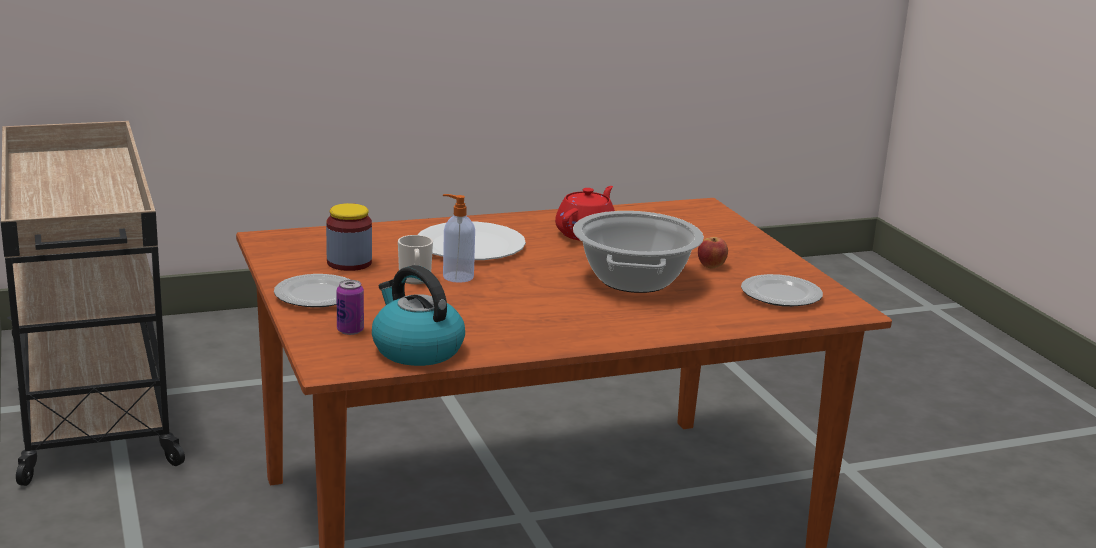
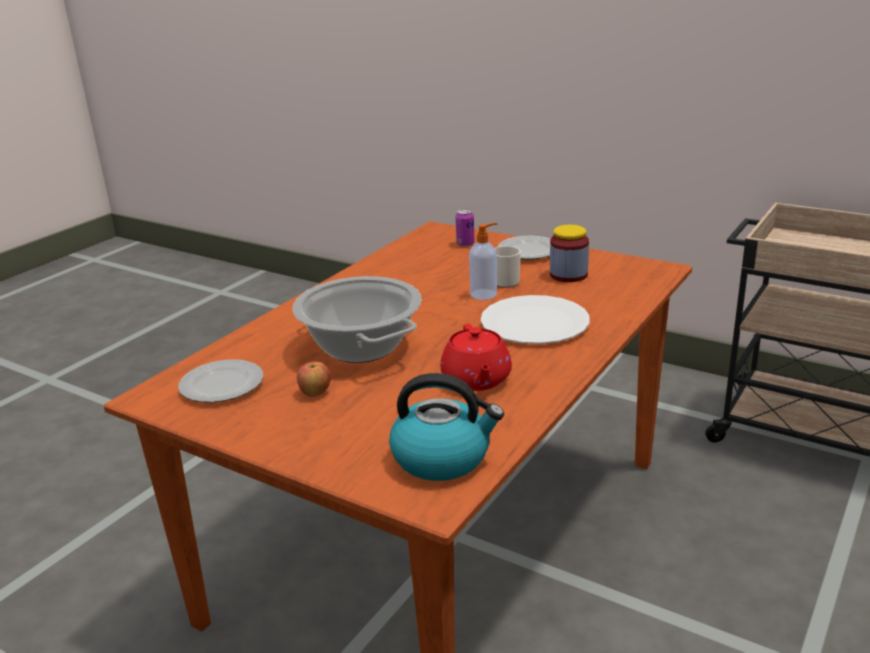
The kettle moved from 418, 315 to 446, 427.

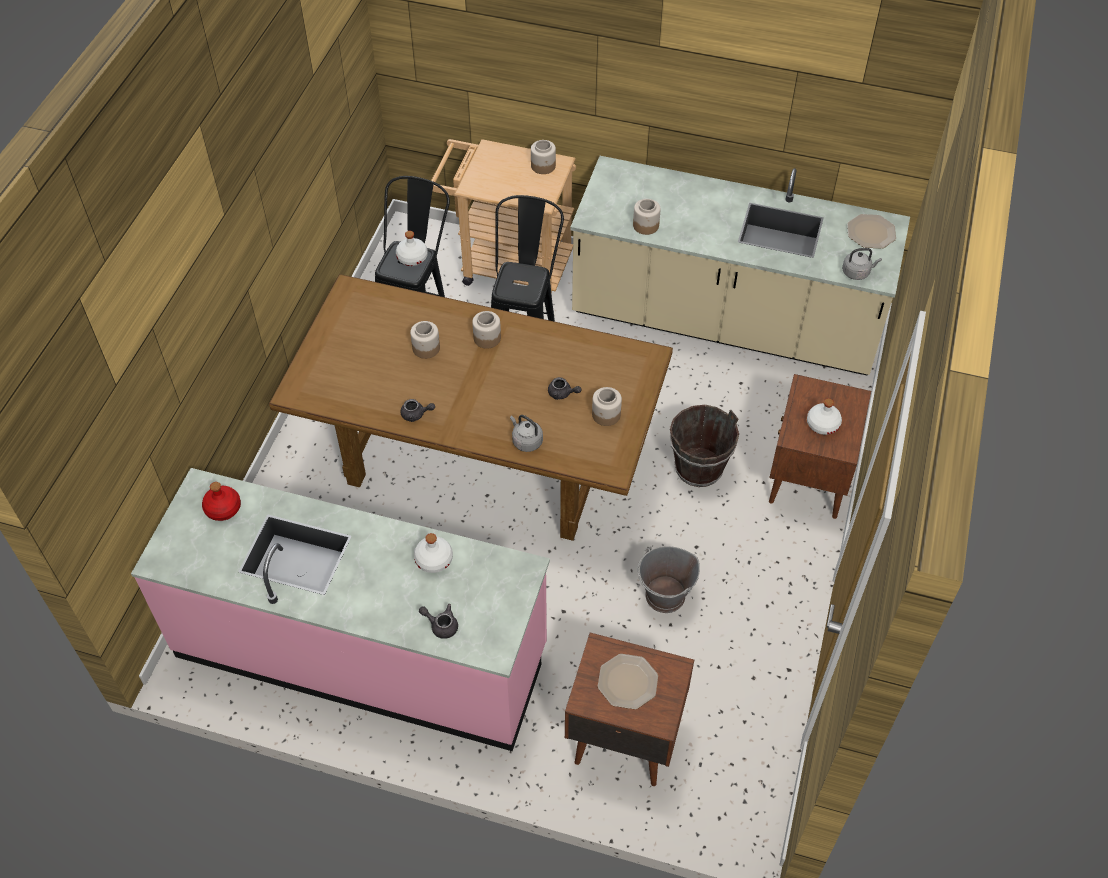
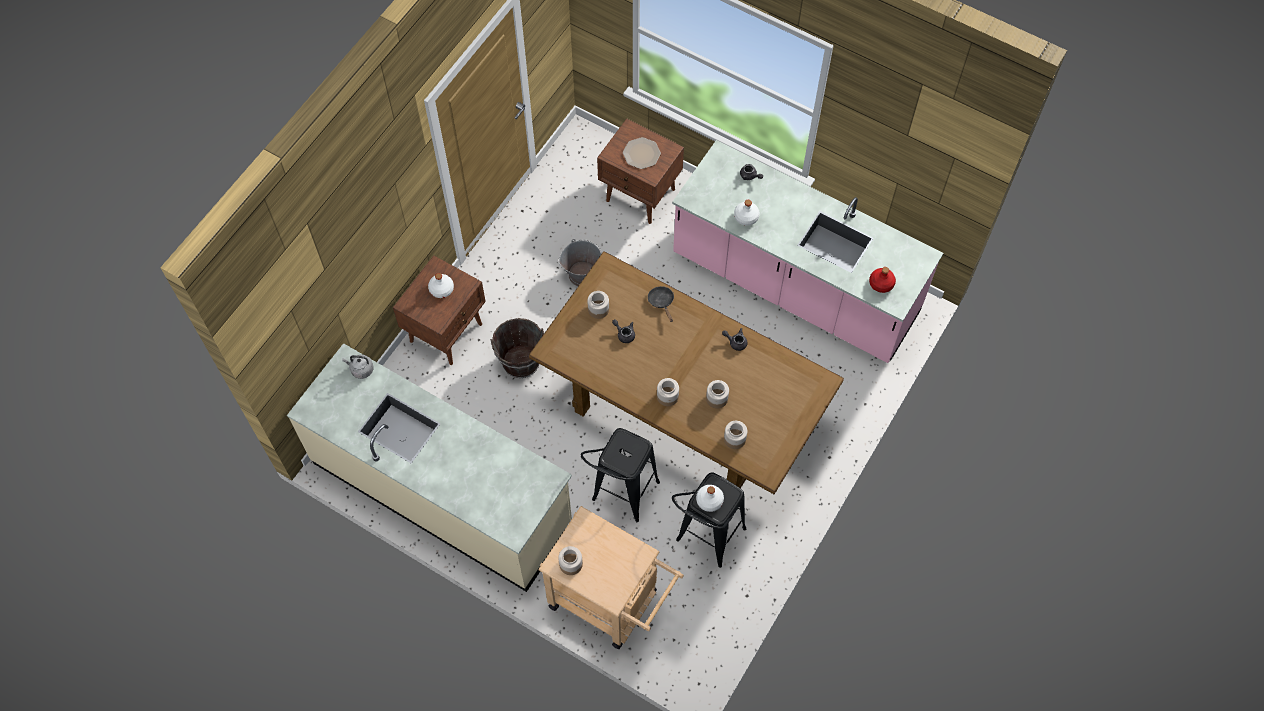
The grey_kettle at 526, 433 was replaced by the black_frying_pan at 661, 304. The jar moved from 647, 217 to 735, 435. The plate at 871, 231 disappeared.

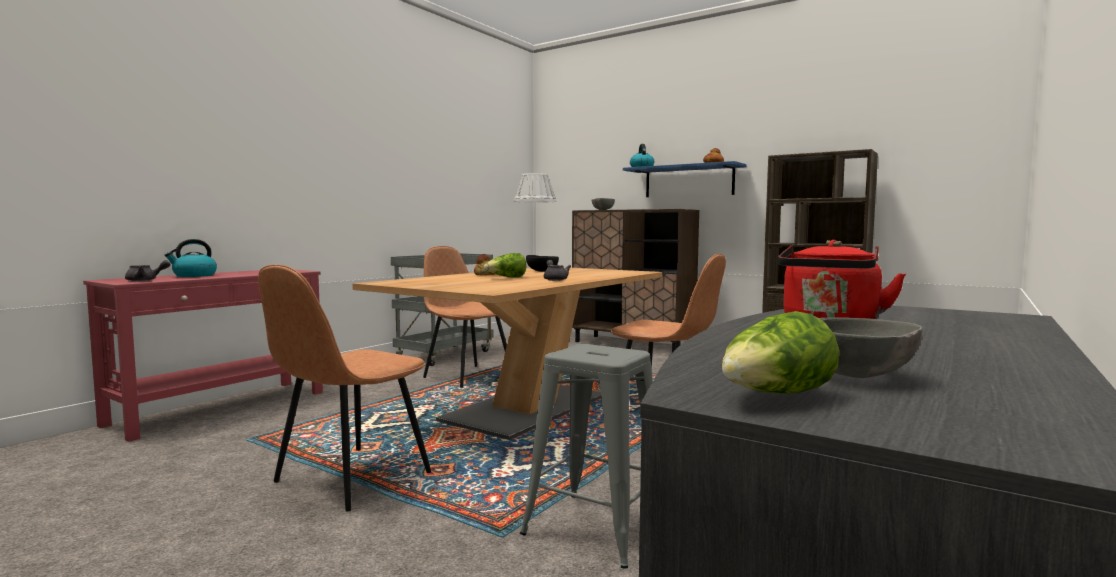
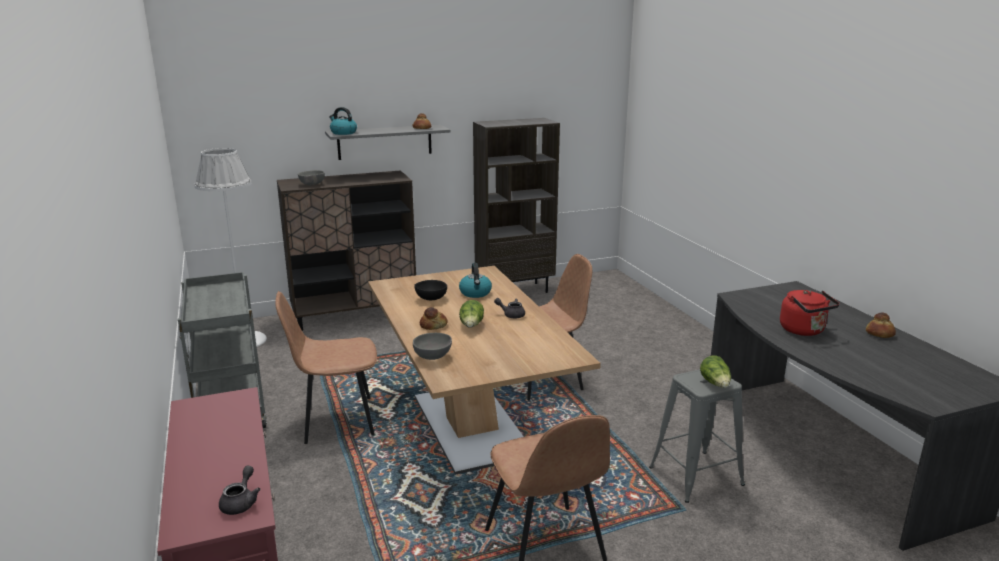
The kettle moved from 191, 258 to 475, 280. The blue_shelf at 684, 179 became the grey_shelf at 387, 142. The lettuce moved from 781, 352 to 715, 372. The grey_bowl moved from 870, 348 to 432, 346. The bread at 881, 325 appeared.

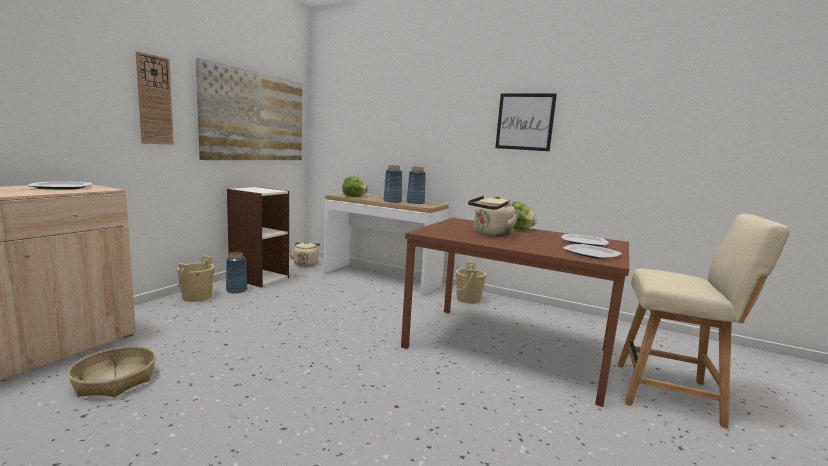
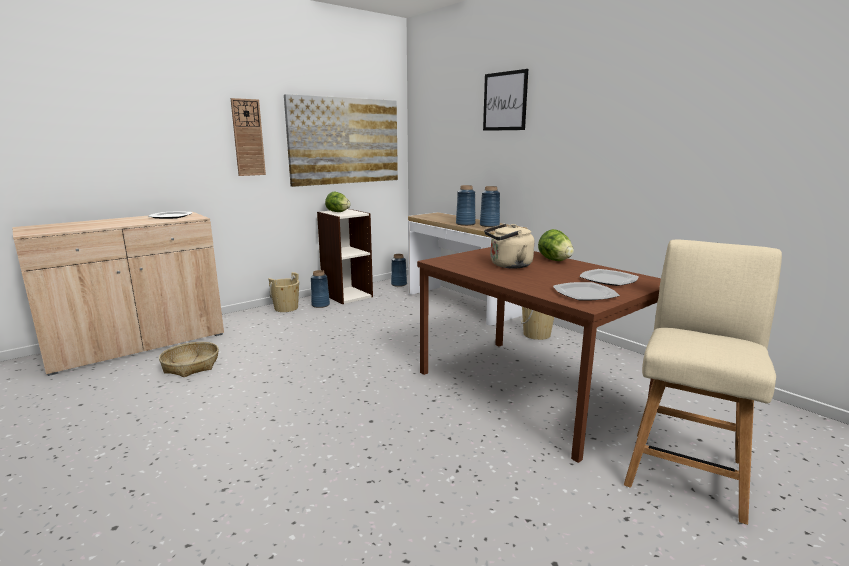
The beige_kettle at 304, 254 was replaced by the blue_vase at 399, 270. The lettuce moved from 355, 187 to 338, 202. The picture moved from 526, 122 to 505, 100. The beige_chair at 703, 321 turned 105 degrees counterclockwise.

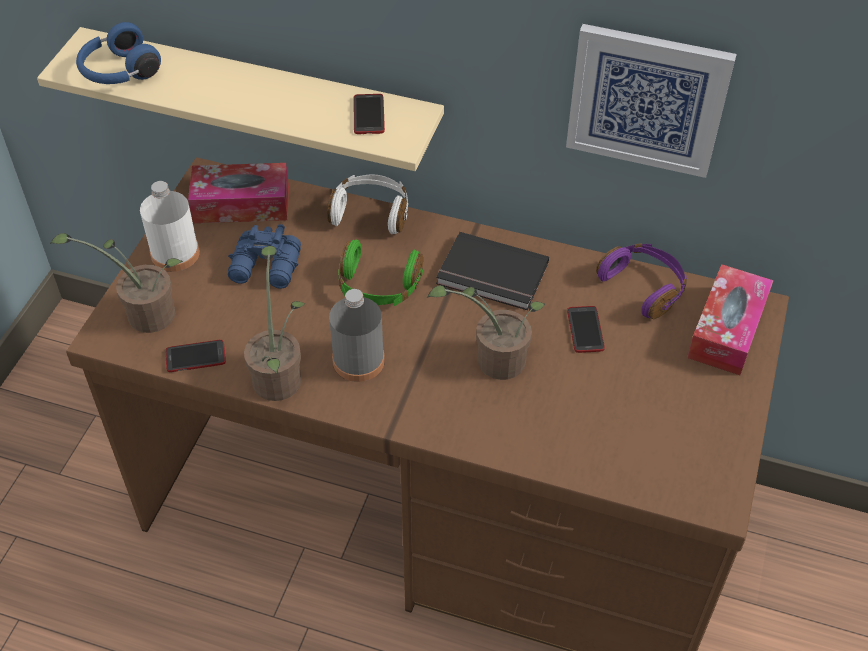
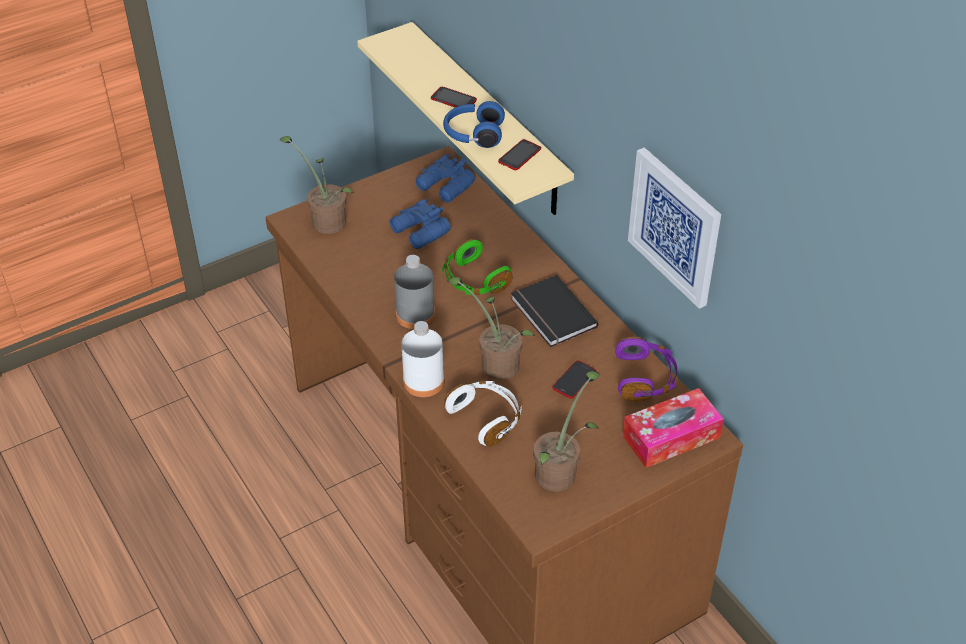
The blue_headphones moved from 118, 53 to 474, 124. The white_bottle moved from 170, 226 to 422, 359. The phone moved from 195, 356 to 454, 97. The tissue_box at 238, 193 was replaced by the blue_binoculars at 445, 178. The potted_plant moved from 274, 323 to 566, 431. The white_headphones moved from 367, 204 to 483, 414.

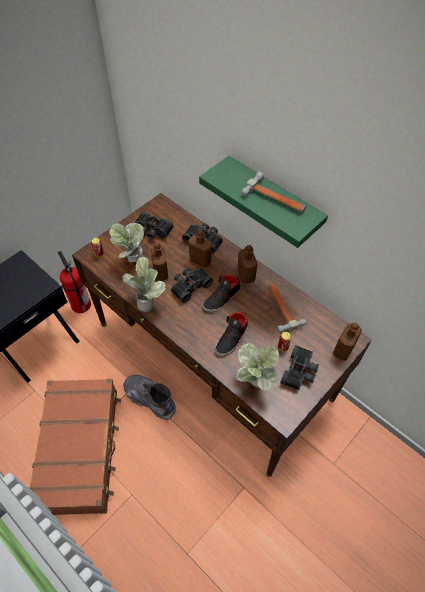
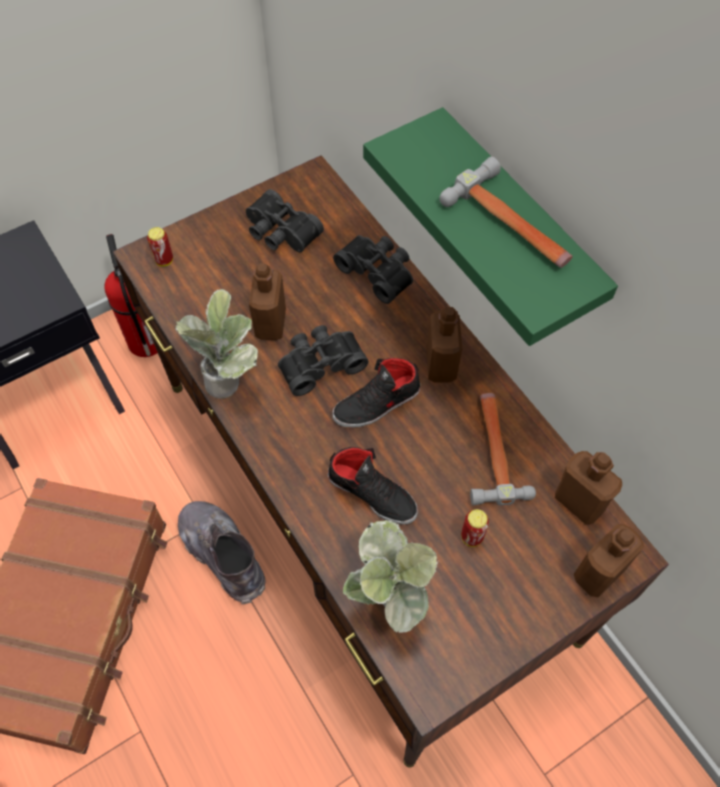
The potted_plant at 126, 242 disappeared. The brown_bottle moved from 200, 248 to 588, 488. The black_shoe at 231, 334 turned 105 degrees counterclockwise. The black_binoculars at 299, 367 disappeared.

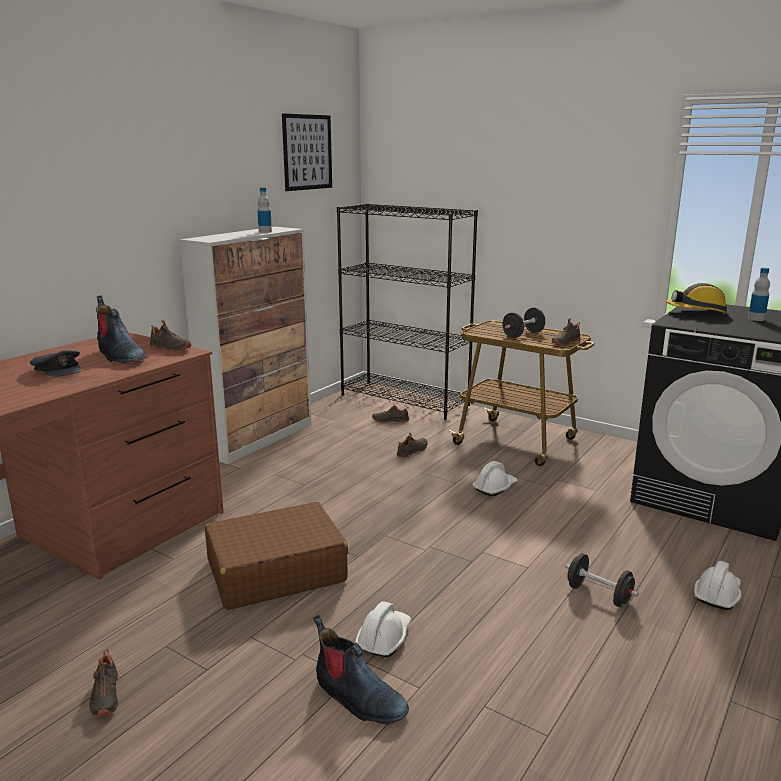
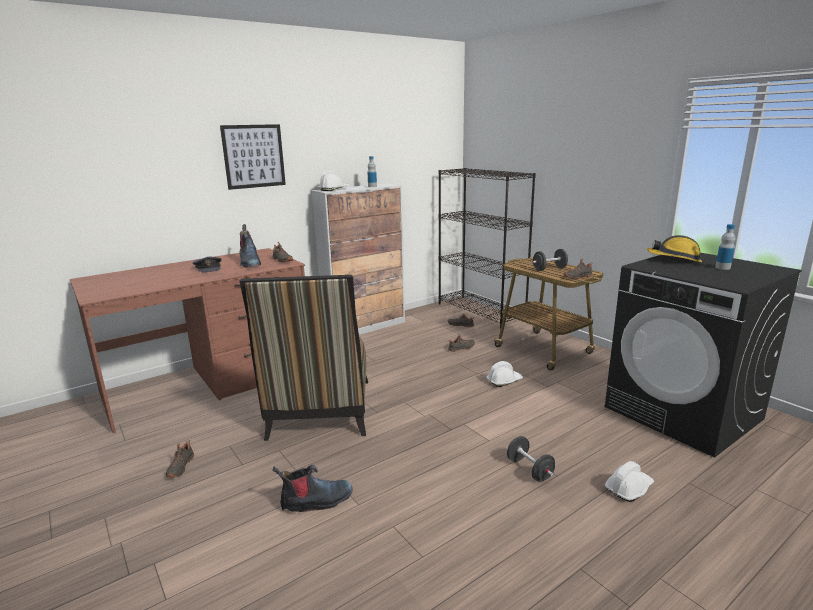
The brown_suitcase at 276, 556 was replaced by the chair at 304, 358. The picture moved from 307, 152 to 253, 157. The boot at 361, 670 turned 75 degrees counterclockwise. The white_hard_hat moved from 383, 629 to 333, 180.

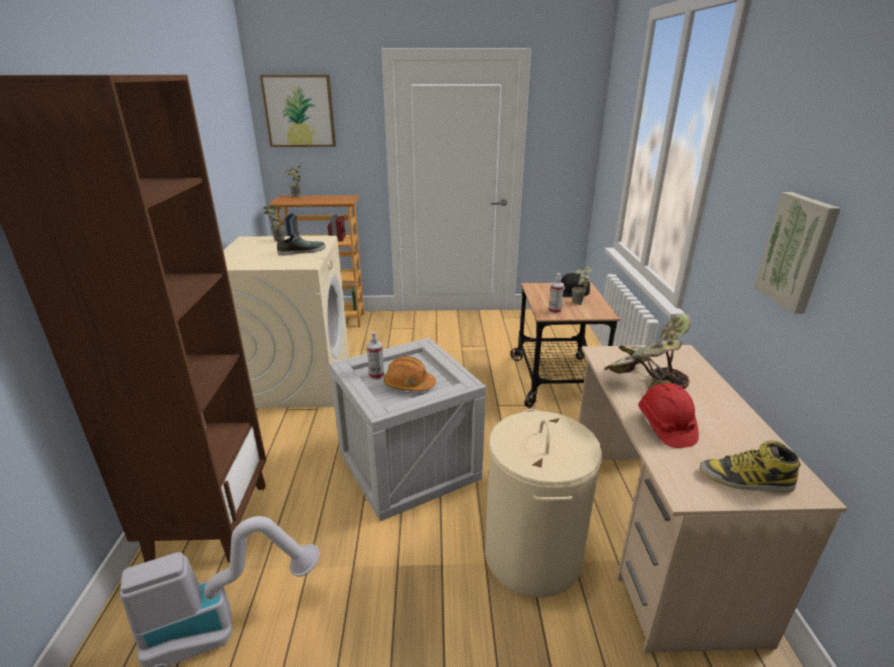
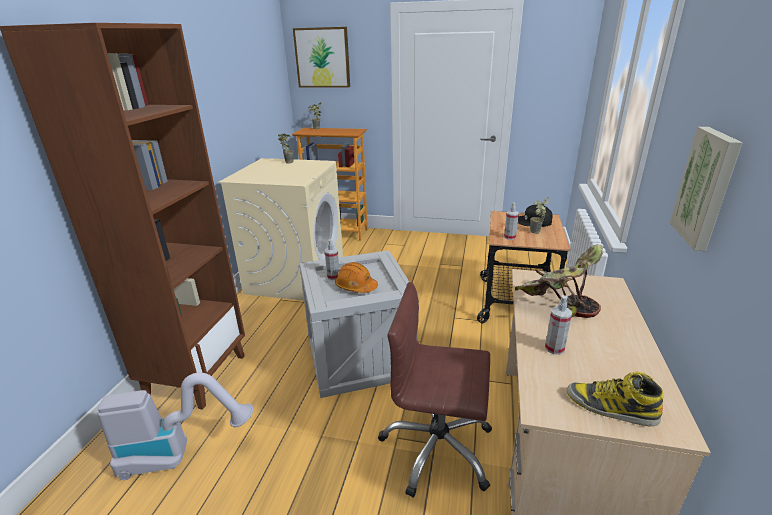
The shoe at 300, 244 disappeared. The beige_laundry_basket at 543, 503 was replaced by the brown_office_chair at 435, 390. The red_hard_hat at 668, 415 was replaced by the spray_bottle at 558, 325.

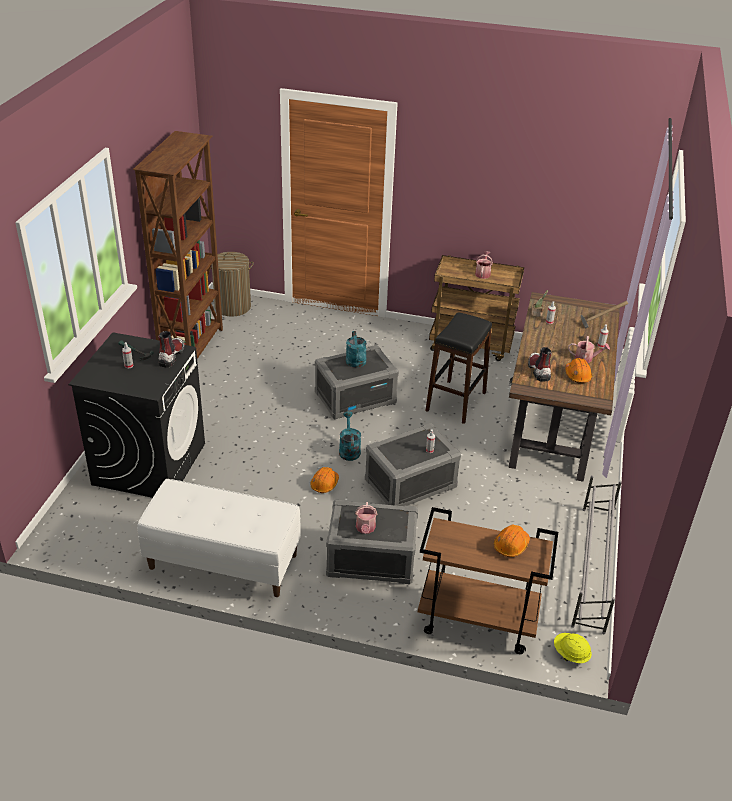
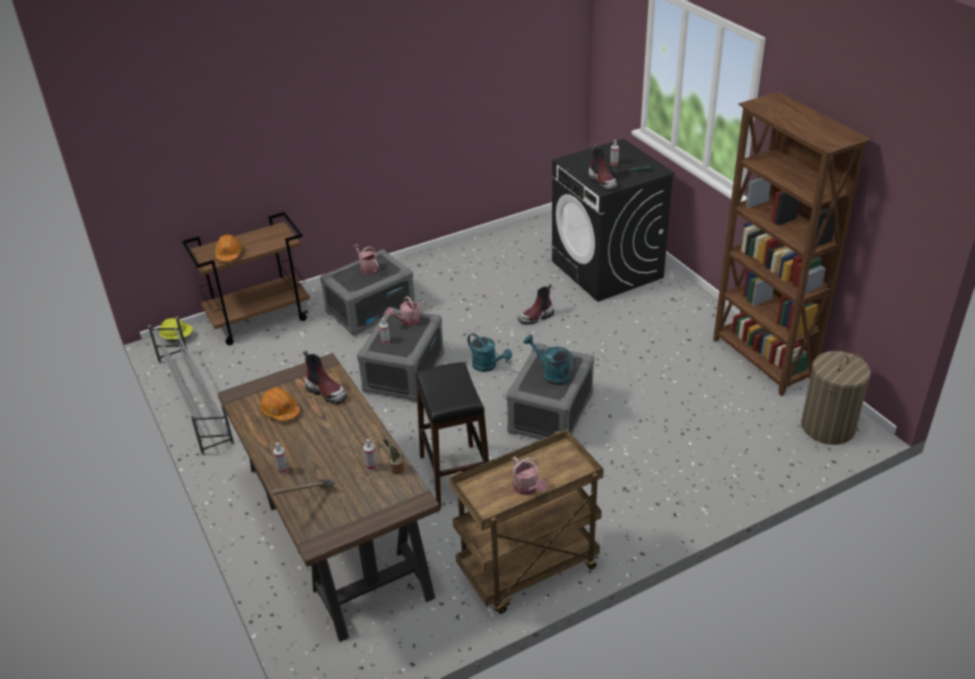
The white_bench at 219, 538 disappeared. The orange_hard_hat at 324, 480 disappeared. The watering_can moved from 589, 349 to 406, 311. The boot at 536, 304 appeared.

